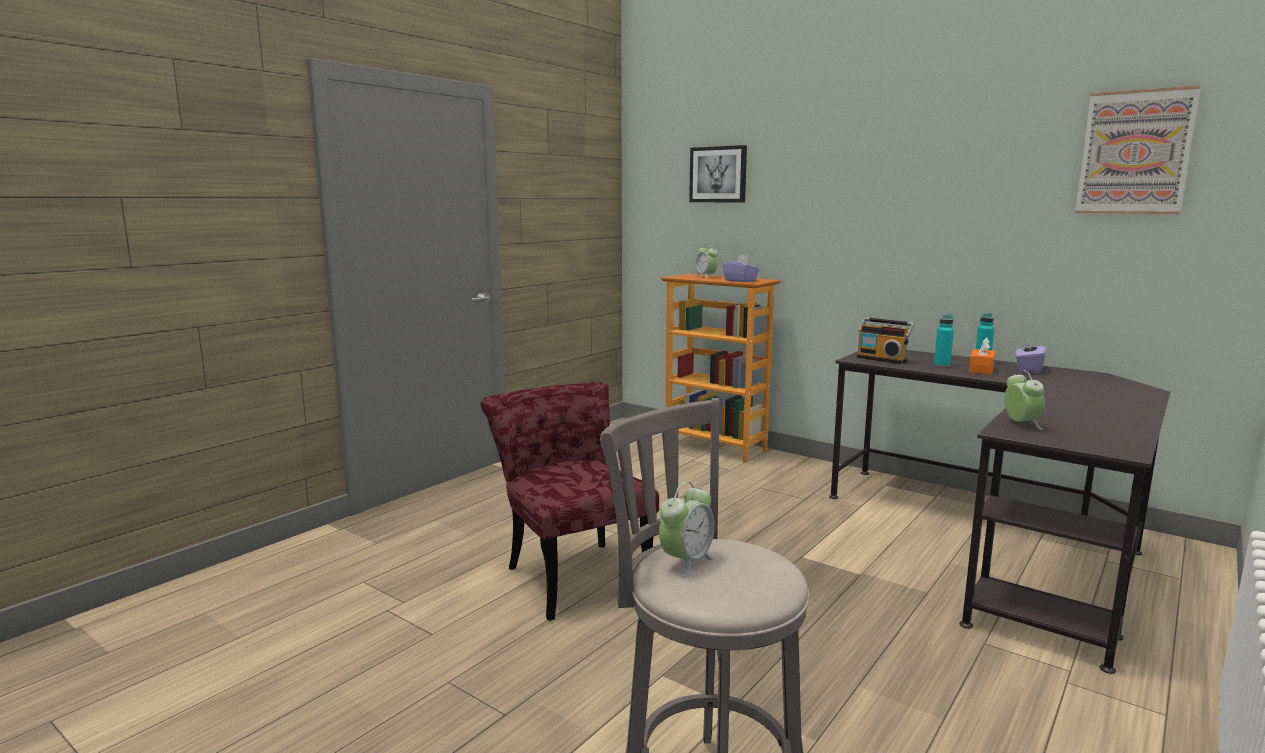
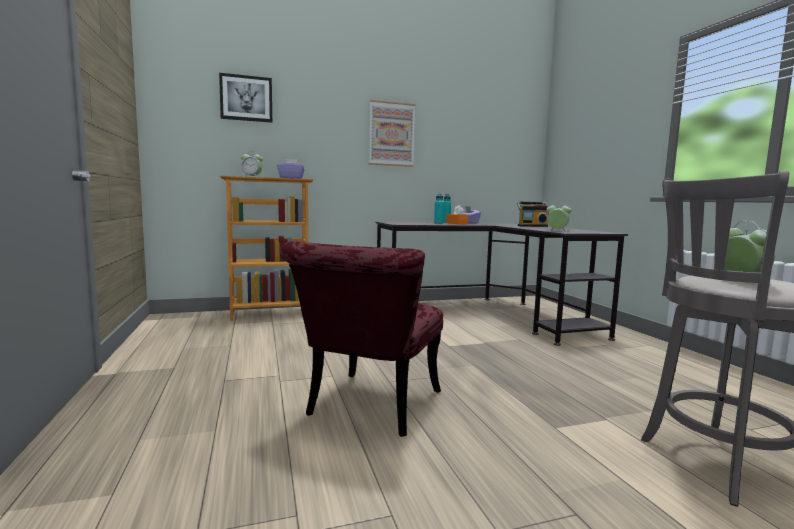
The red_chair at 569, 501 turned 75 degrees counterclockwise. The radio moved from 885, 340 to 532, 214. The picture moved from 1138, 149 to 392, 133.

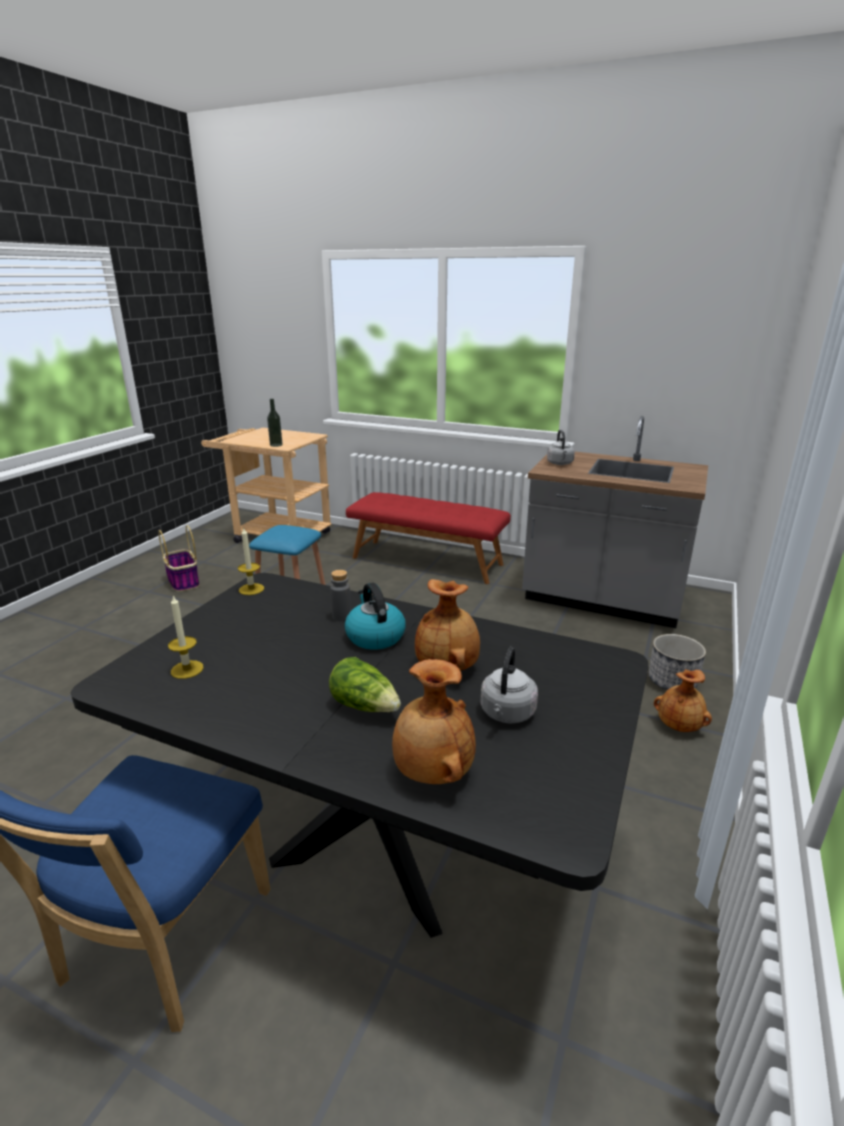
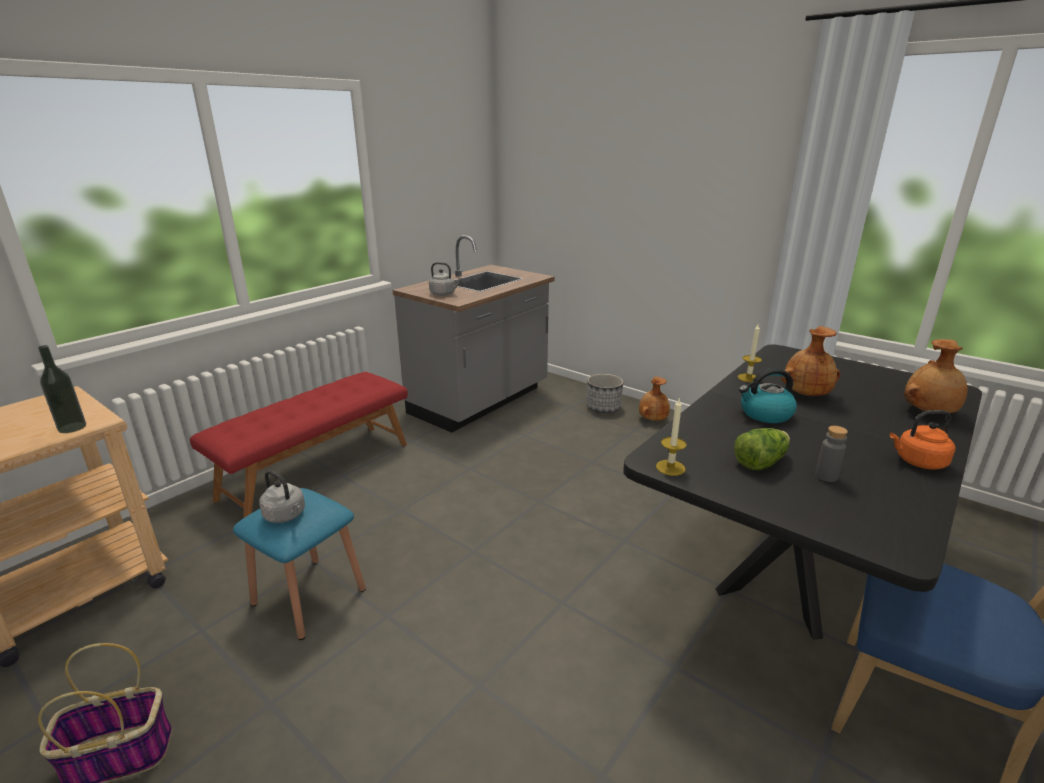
The candle moved from 186, 637 to 750, 353. The lettuce moved from 365, 684 to 762, 449. The grey_bottle moved from 340, 595 to 831, 454. The grey_kettle moved from 509, 685 to 282, 497. The orange_kettle at 922, 440 appeared.

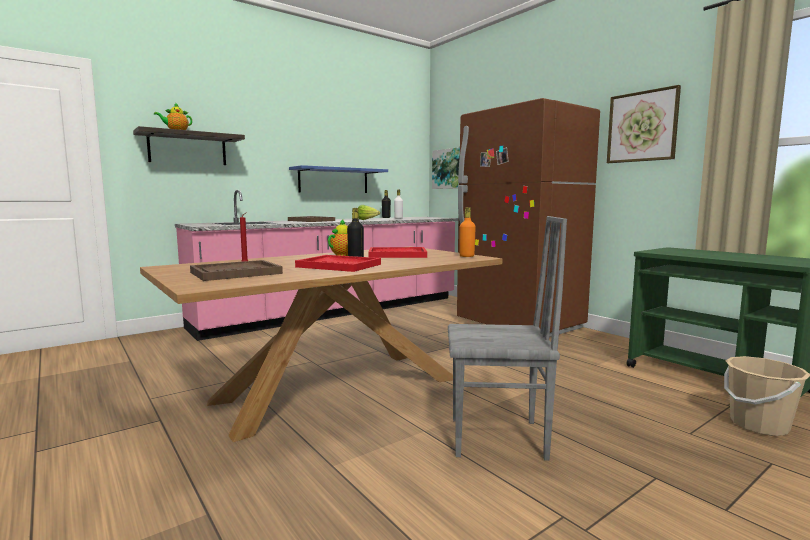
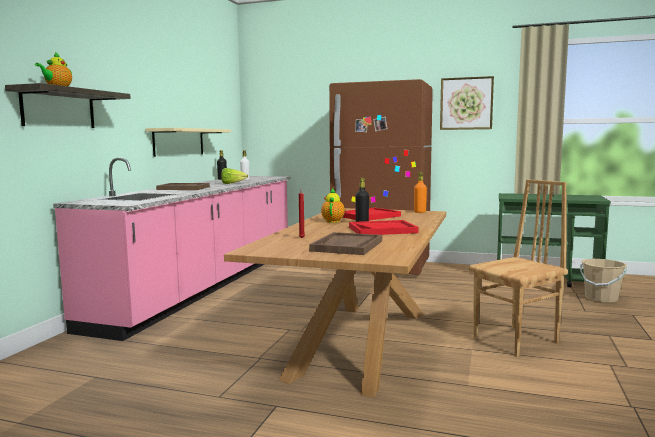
The blue_shelf at 338, 179 became the beige_shelf at 188, 142. The picture at 446, 168 disappeared. The grey_chair at 507, 338 became the brown_chair at 518, 268.

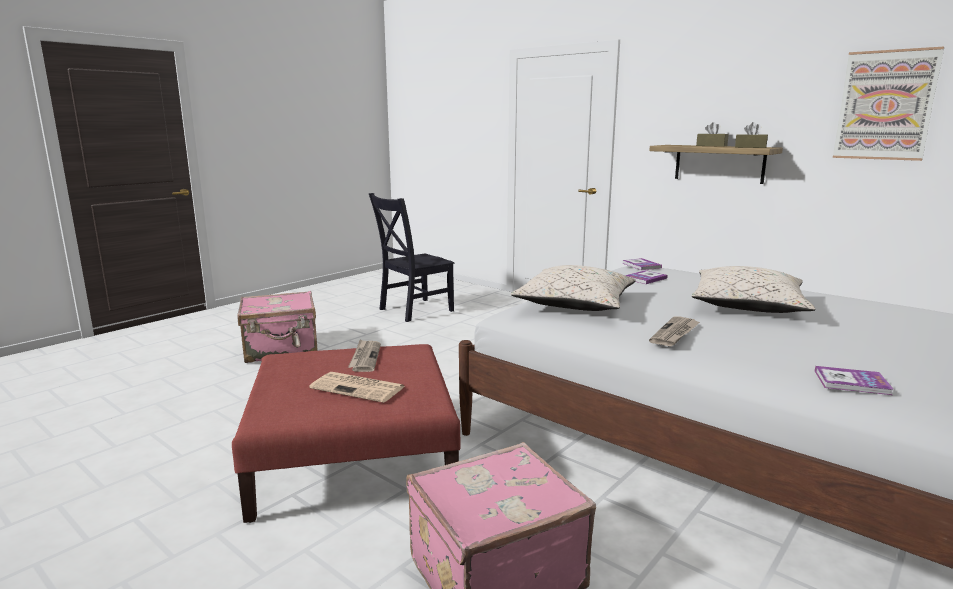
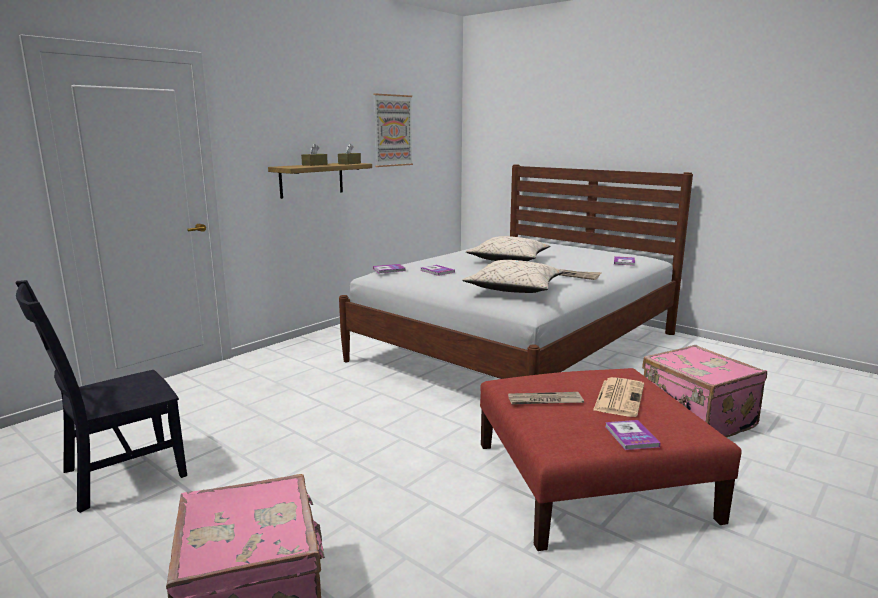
The black_chair at 411, 257 turned 90 degrees clockwise. The book at 633, 435 appeared.

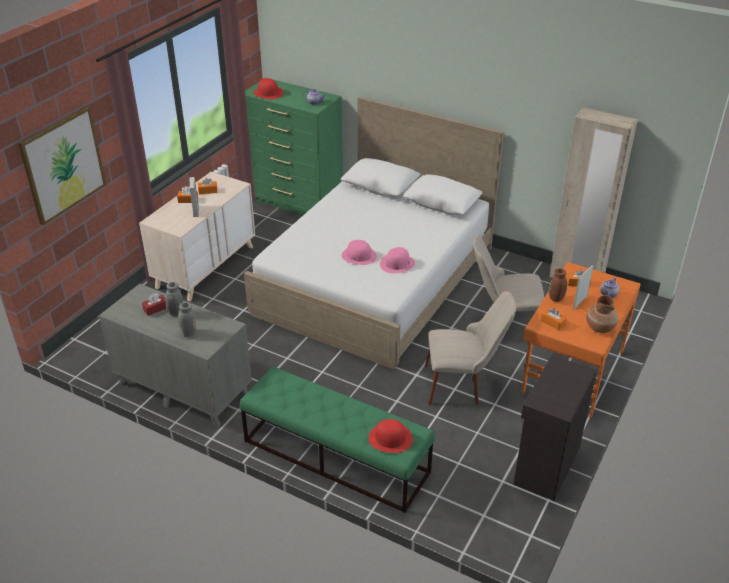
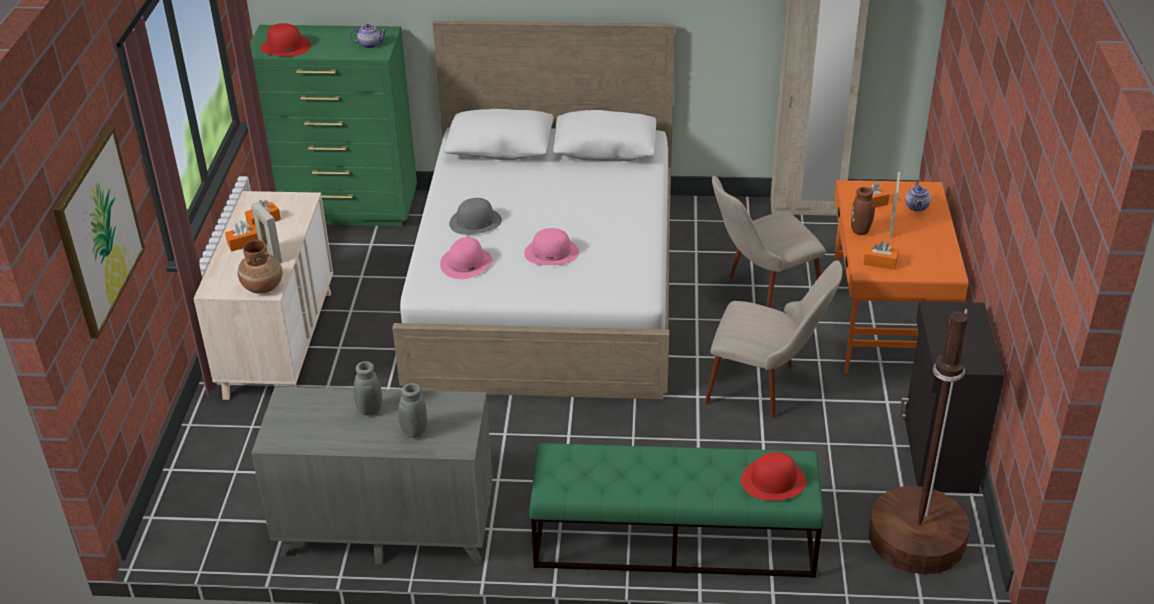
The red_tissue_box at 154, 304 disappeared. The pink_hat moved from 397, 260 to 466, 258. The beige_chair at 470, 348 turned 45 degrees clockwise. The brown_vase moved from 602, 314 to 260, 267. The grey_hat at 475, 216 appeared. The brown_floor_lamp at 919, 441 appeared.

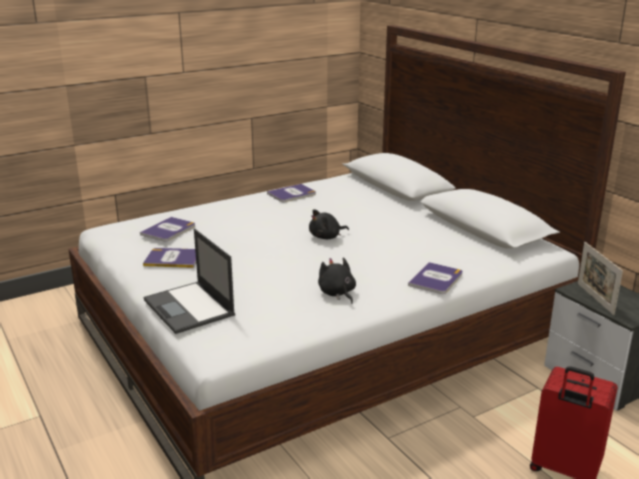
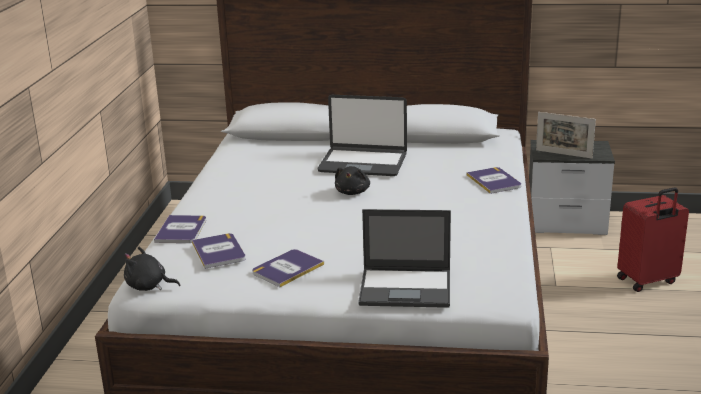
The book moved from 291, 193 to 180, 229. The black_plush_toy moved from 337, 280 to 152, 268. The laptop at 362, 135 appeared.

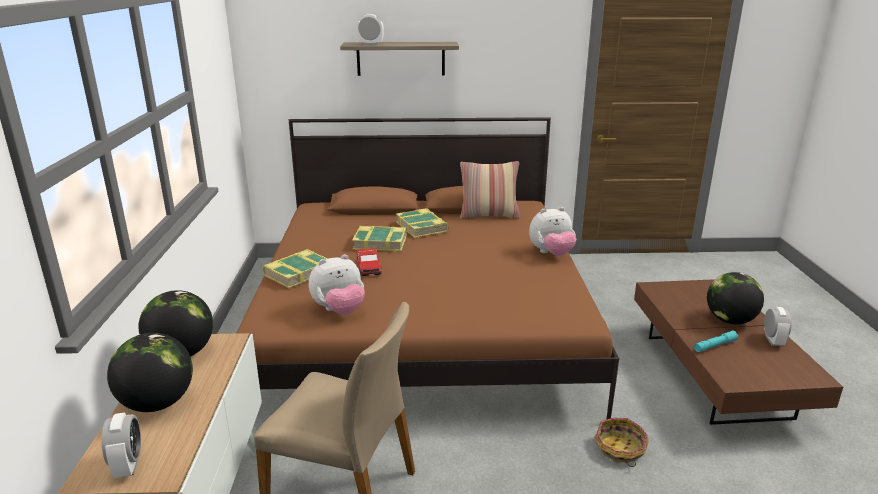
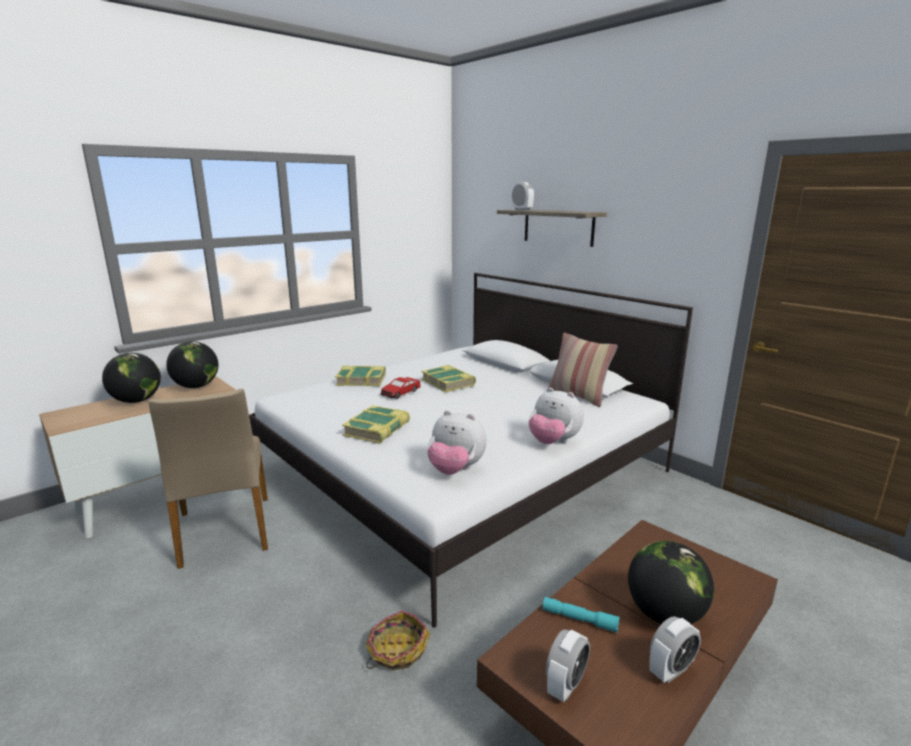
The alarm_clock moved from 121, 445 to 568, 666. The brown_bed at 427, 268 became the white_bed at 471, 450. The plush_toy moved from 337, 285 to 457, 442. The book moved from 422, 223 to 376, 424.

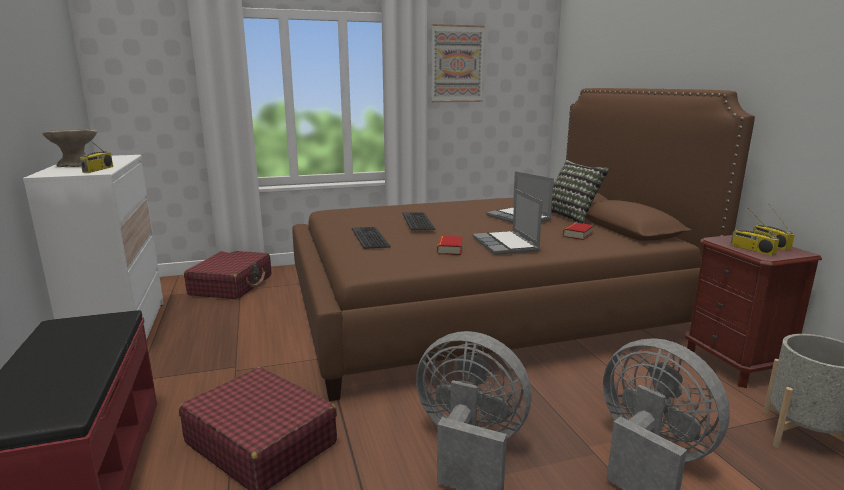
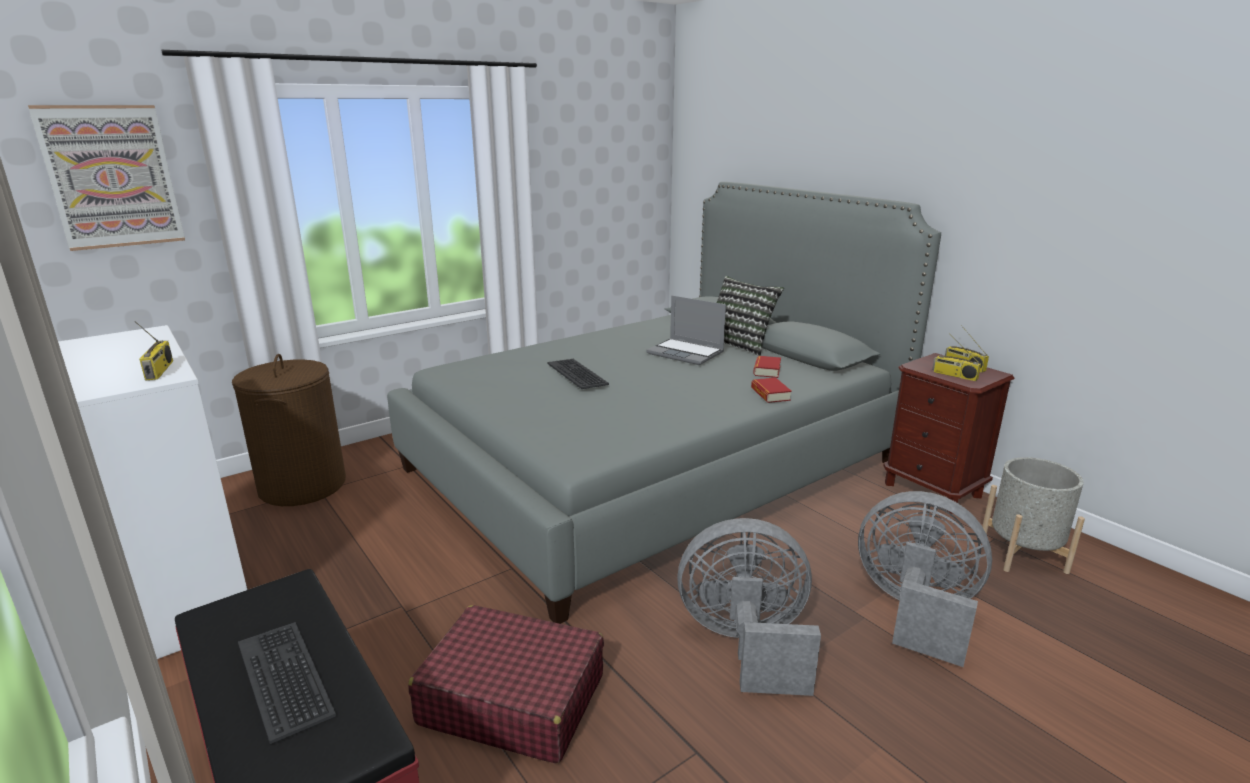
The beige_bowl at 69, 148 disappeared. The red_suitcase at 227, 275 was replaced by the brown_laundry_basket at 289, 430. The brown_bed at 524, 244 became the grey_bed at 664, 403. The keyboard moved from 371, 238 to 287, 683. The picture moved from 458, 63 to 106, 178. The book moved from 449, 245 to 771, 390. The laptop at 508, 222 disappeared.

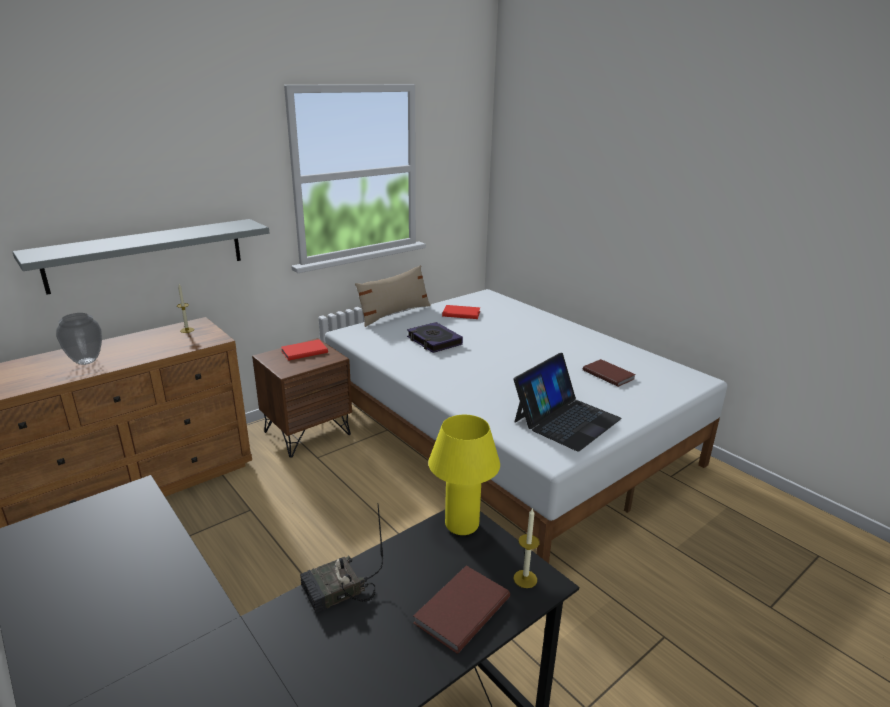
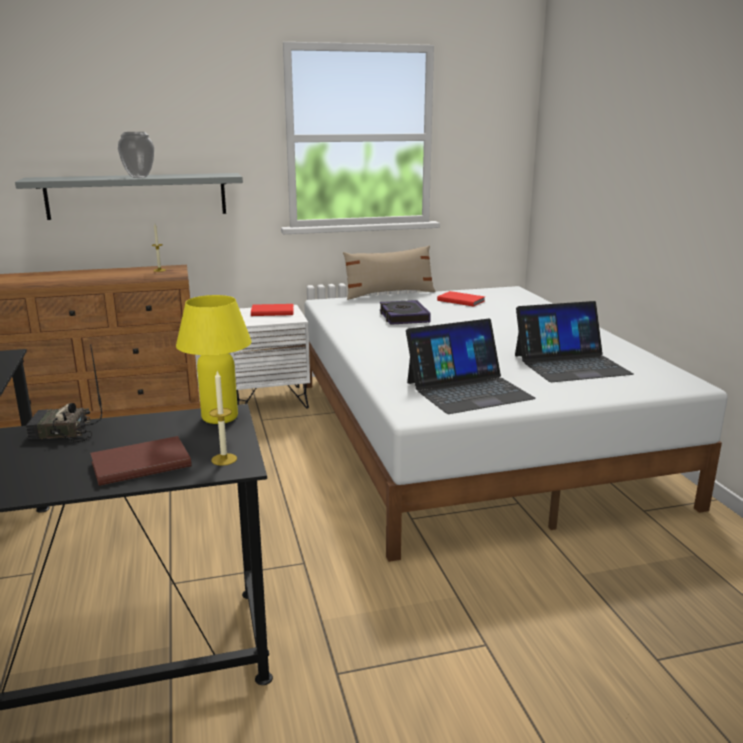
The vase moved from 79, 339 to 136, 155. The brown_nightstand at 302, 398 became the white_nightstand at 269, 357. The brown_book at 609, 373 was replaced by the laptop at 574, 341.

